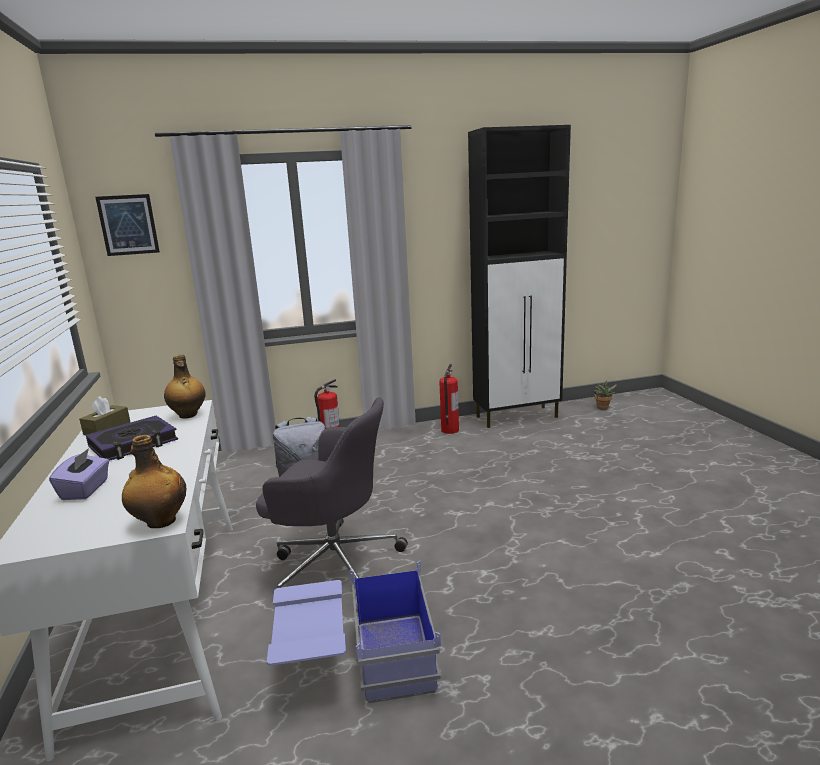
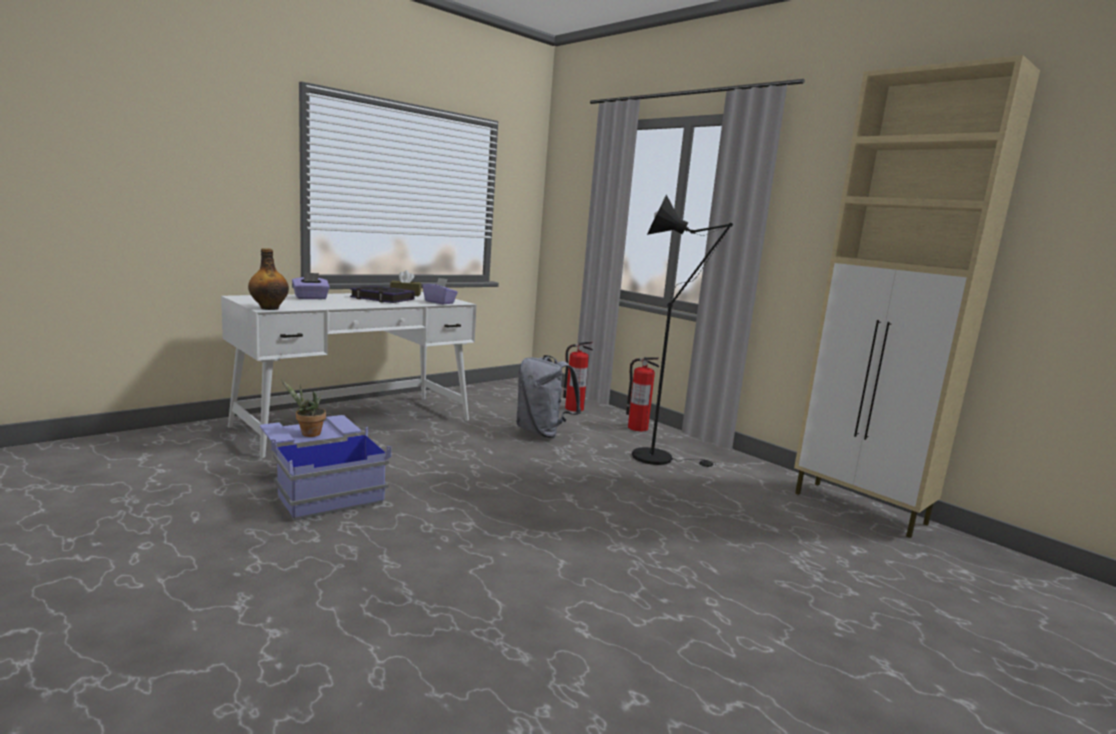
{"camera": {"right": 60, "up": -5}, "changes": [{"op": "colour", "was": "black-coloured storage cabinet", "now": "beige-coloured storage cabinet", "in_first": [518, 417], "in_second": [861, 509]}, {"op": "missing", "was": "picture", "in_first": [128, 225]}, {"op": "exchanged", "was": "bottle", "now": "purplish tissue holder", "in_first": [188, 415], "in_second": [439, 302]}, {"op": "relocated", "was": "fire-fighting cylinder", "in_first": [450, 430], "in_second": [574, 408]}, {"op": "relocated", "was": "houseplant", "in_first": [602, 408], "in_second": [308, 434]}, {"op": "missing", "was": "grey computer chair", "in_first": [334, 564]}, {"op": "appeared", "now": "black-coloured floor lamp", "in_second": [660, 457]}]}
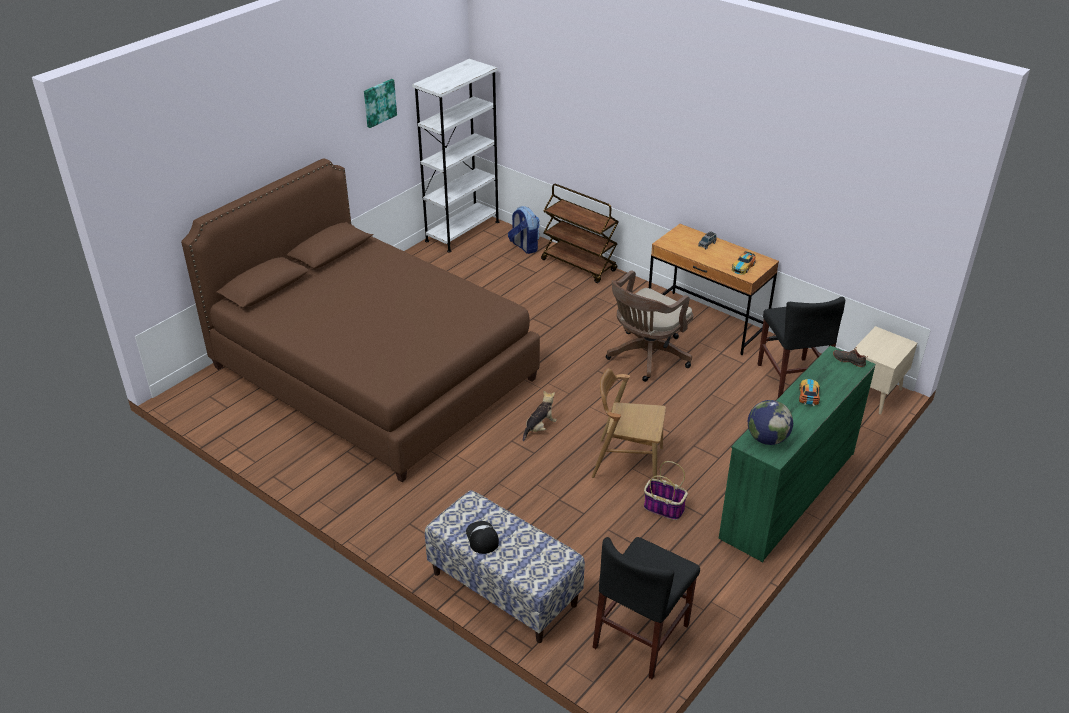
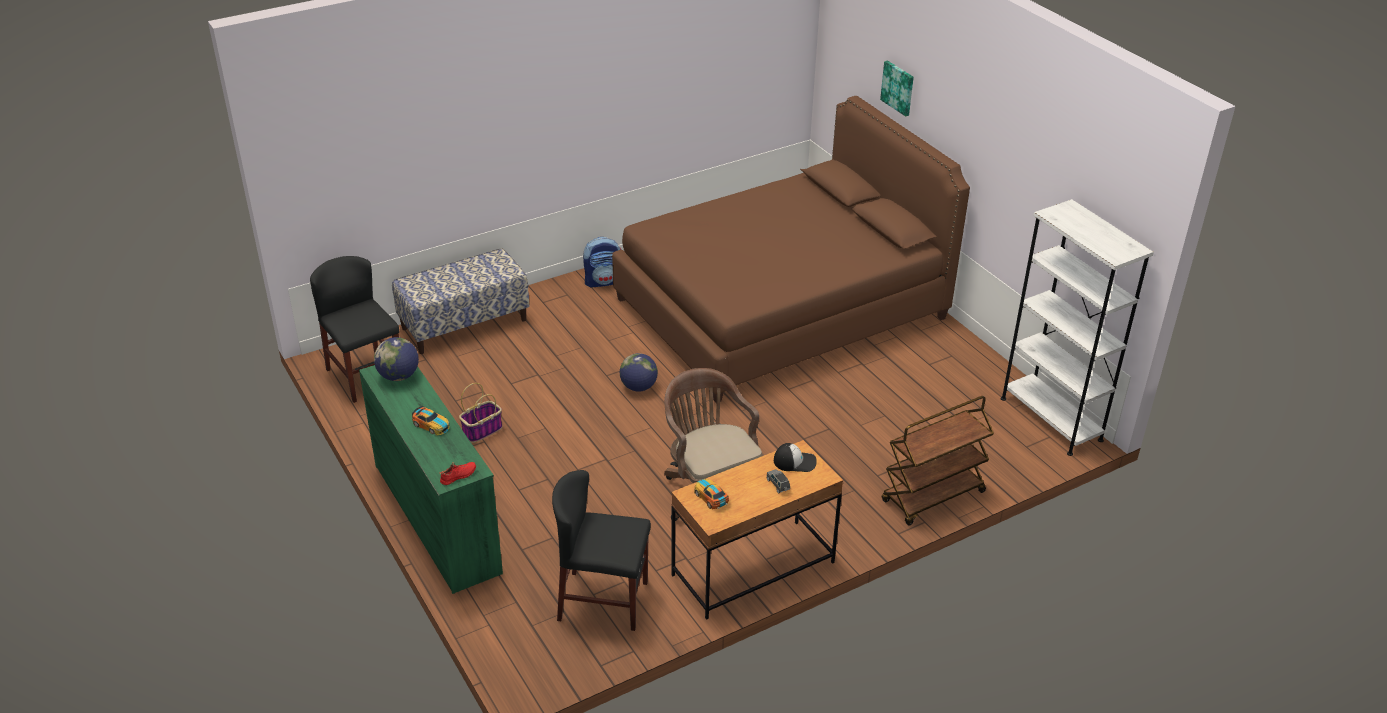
{"camera": {"right": 110, "up": 0}, "changes": [{"op": "relocated", "was": "picture", "in_first": [379, 102], "in_second": [898, 87]}, {"op": "relocated", "was": "backpack", "in_first": [524, 246], "in_second": [603, 281]}, {"op": "missing", "was": "beige-coloured night table", "in_first": [872, 394]}, {"op": "colour", "was": "black-coloured item of footwear", "now": "red-coloured item of footwear", "in_first": [849, 360], "in_second": [459, 476]}, {"op": "missing", "was": "brown upright chair", "in_first": [627, 462]}, {"op": "exchanged", "was": "plush toy", "now": "world globe", "in_first": [539, 428], "in_second": [638, 387]}, {"op": "relocated", "was": "cap", "in_first": [482, 538], "in_second": [795, 461]}]}
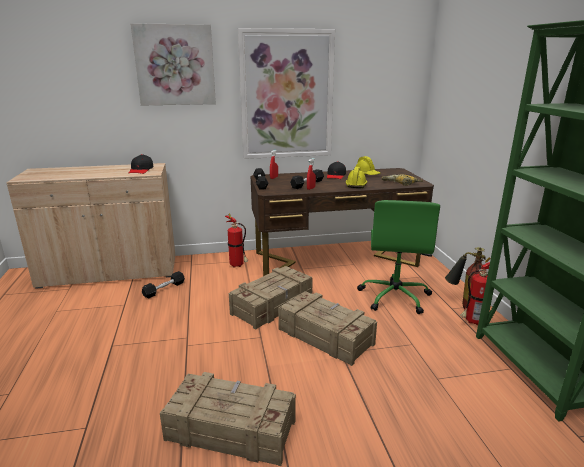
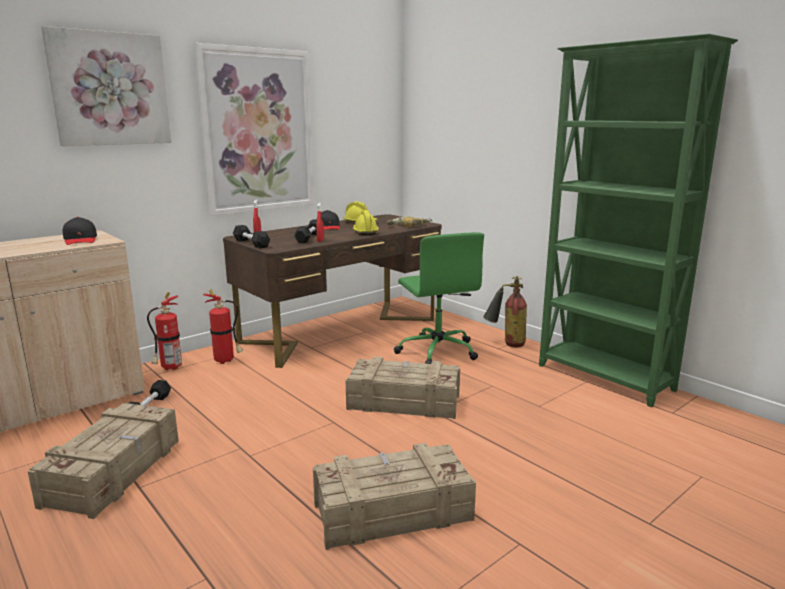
{"camera": {"right": -30, "up": -5}, "changes": [{"op": "relocated", "was": "fire-fighting cylinder", "in_first": [472, 322], "in_second": [169, 369]}, {"op": "relocated", "was": "crate", "in_first": [273, 305], "in_second": [115, 471]}]}
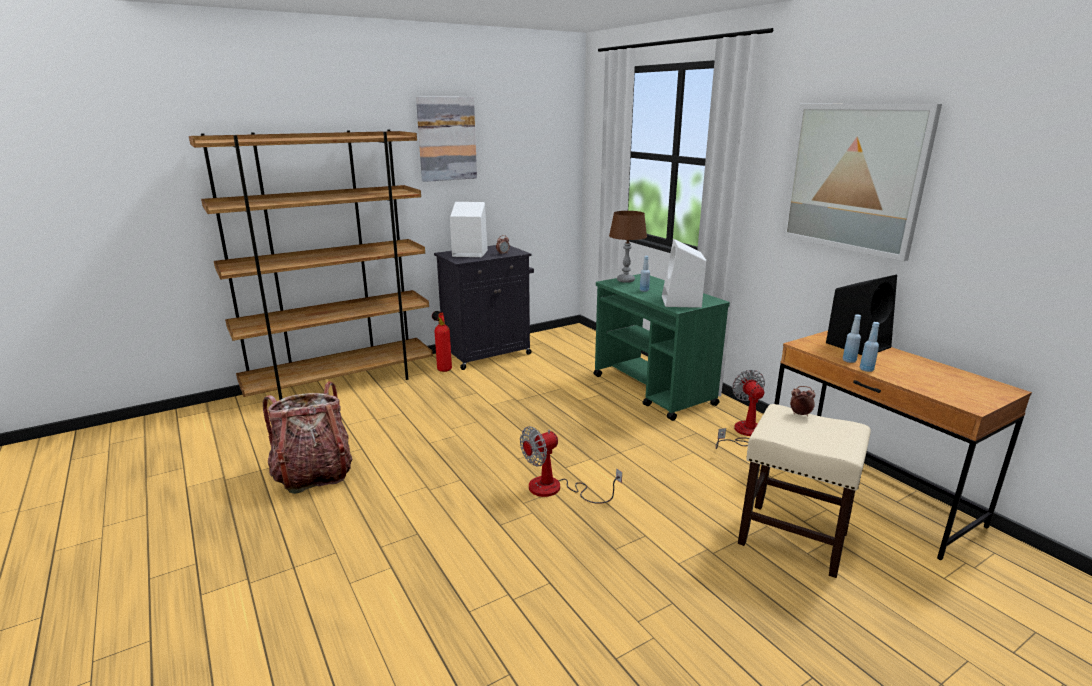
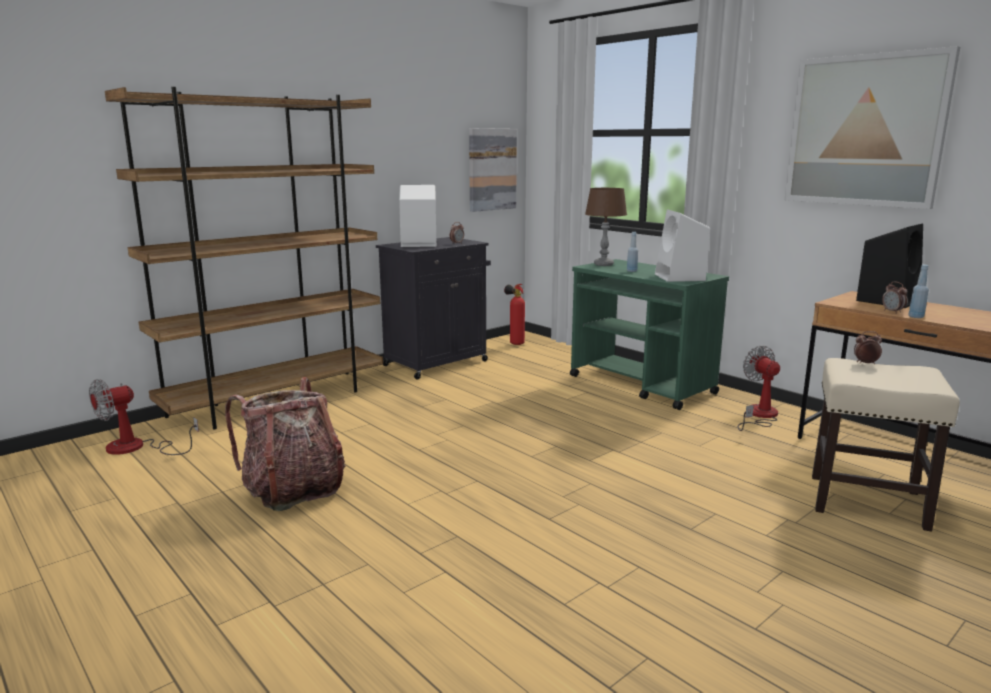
{"camera": {"right": -10, "up": -5}, "changes": [{"op": "relocated", "was": "picture", "in_first": [446, 139], "in_second": [491, 169]}, {"op": "relocated", "was": "fire-fighting cylinder", "in_first": [443, 369], "in_second": [514, 343]}, {"op": "exchanged", "was": "blue bottle", "now": "alarm clock", "in_first": [849, 361], "in_second": [892, 311]}, {"op": "relocated", "was": "fan", "in_first": [556, 489], "in_second": [137, 448]}]}
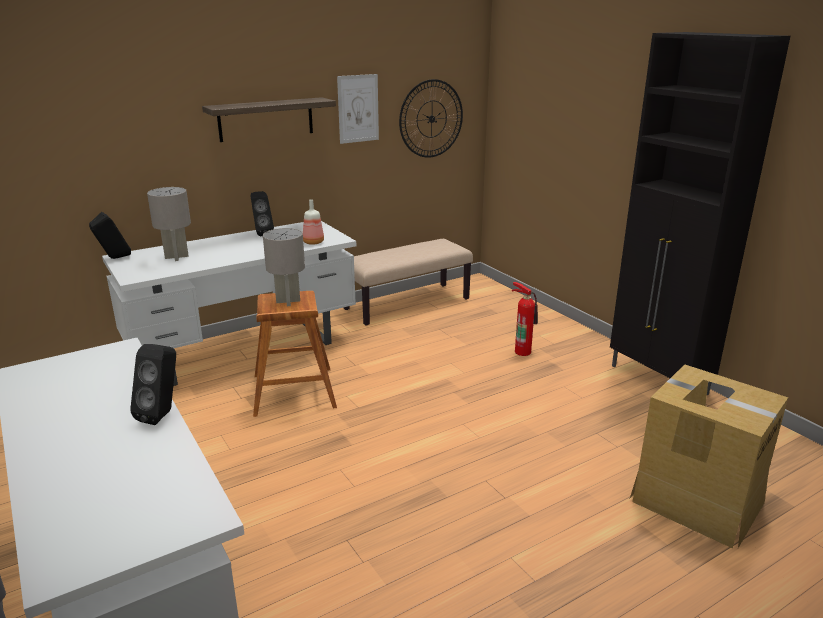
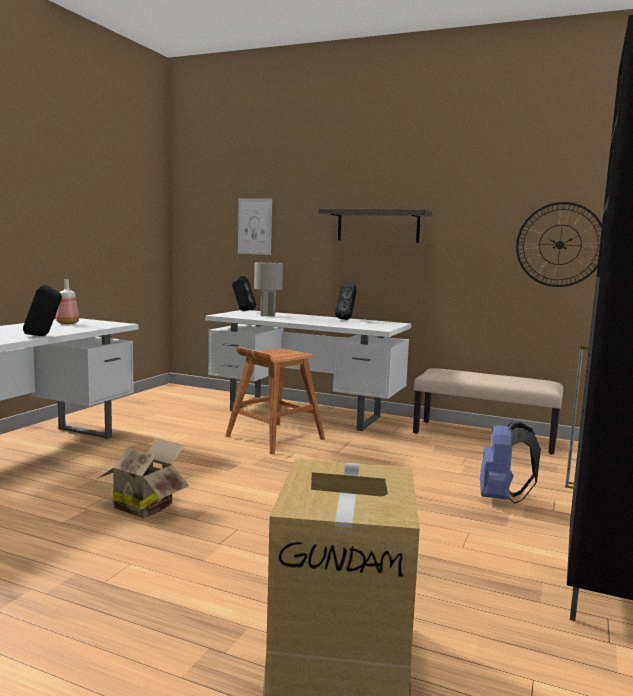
{"camera": {"right": 55, "up": -15}, "changes": [{"op": "relocated", "was": "picture", "in_first": [358, 108], "in_second": [255, 226]}, {"op": "relocated", "was": "bottle", "in_first": [313, 242], "in_second": [67, 323]}, {"op": "missing", "was": "grey lamp for a table", "in_first": [287, 301]}, {"op": "exchanged", "was": "fire-fighting cylinder", "now": "blue backpack", "in_first": [522, 351], "in_second": [501, 498]}, {"op": "appeared", "now": "packing box", "in_second": [145, 506]}]}
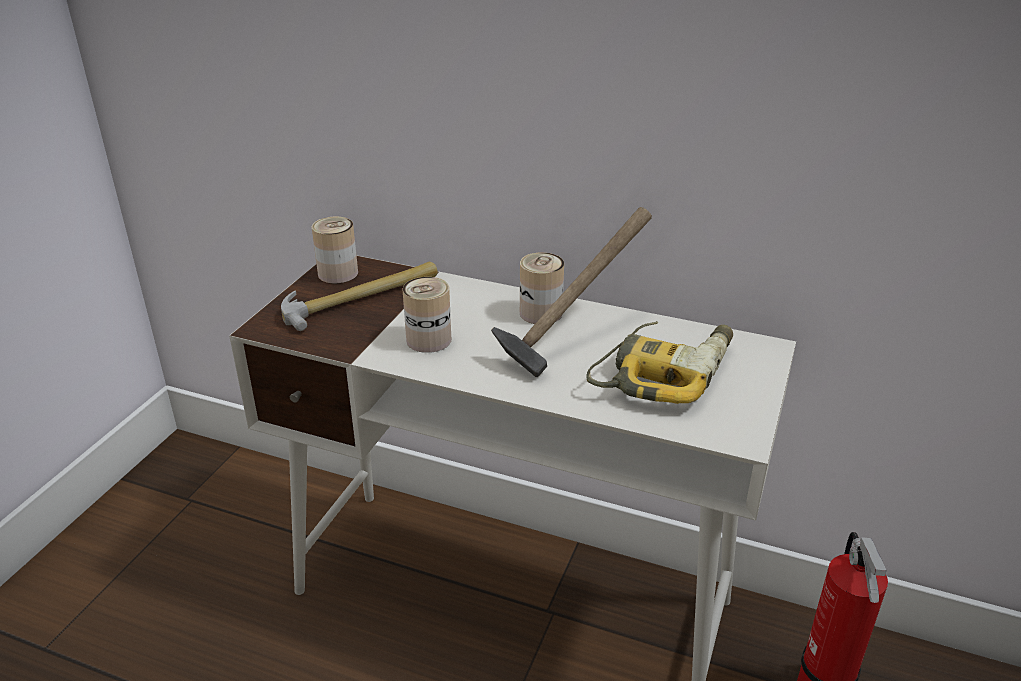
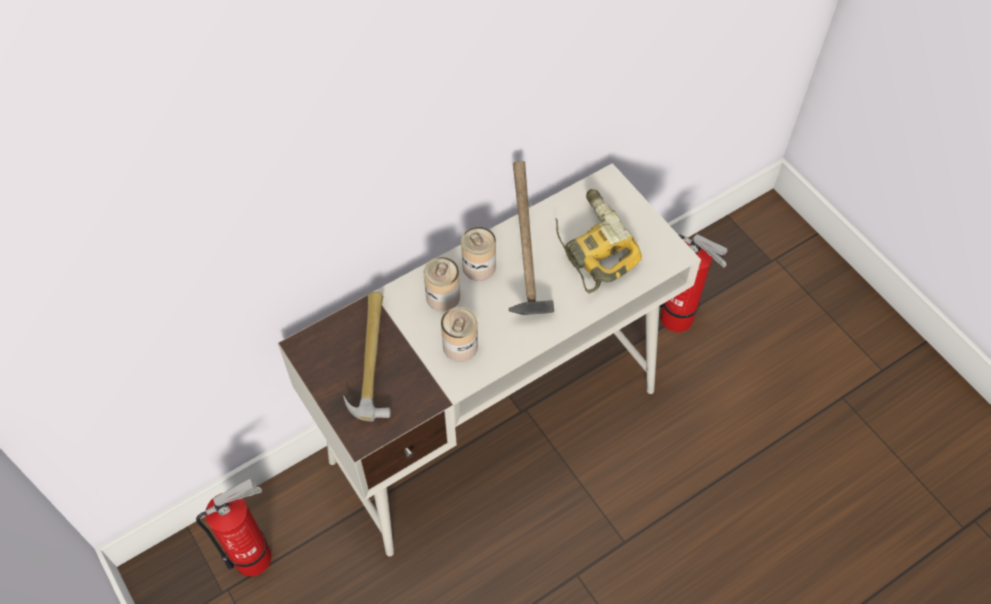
{"camera": {"right": -55, "up": 25}, "changes": [{"op": "relocated", "was": "can", "in_first": [338, 273], "in_second": [443, 296]}, {"op": "appeared", "now": "fire-fighting cylinder", "in_second": [257, 555]}]}
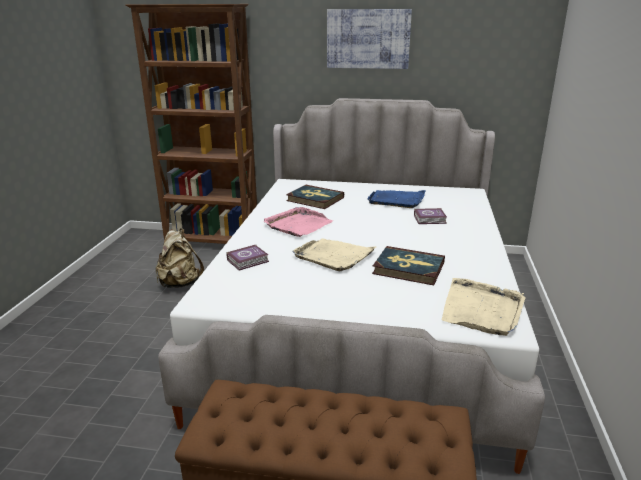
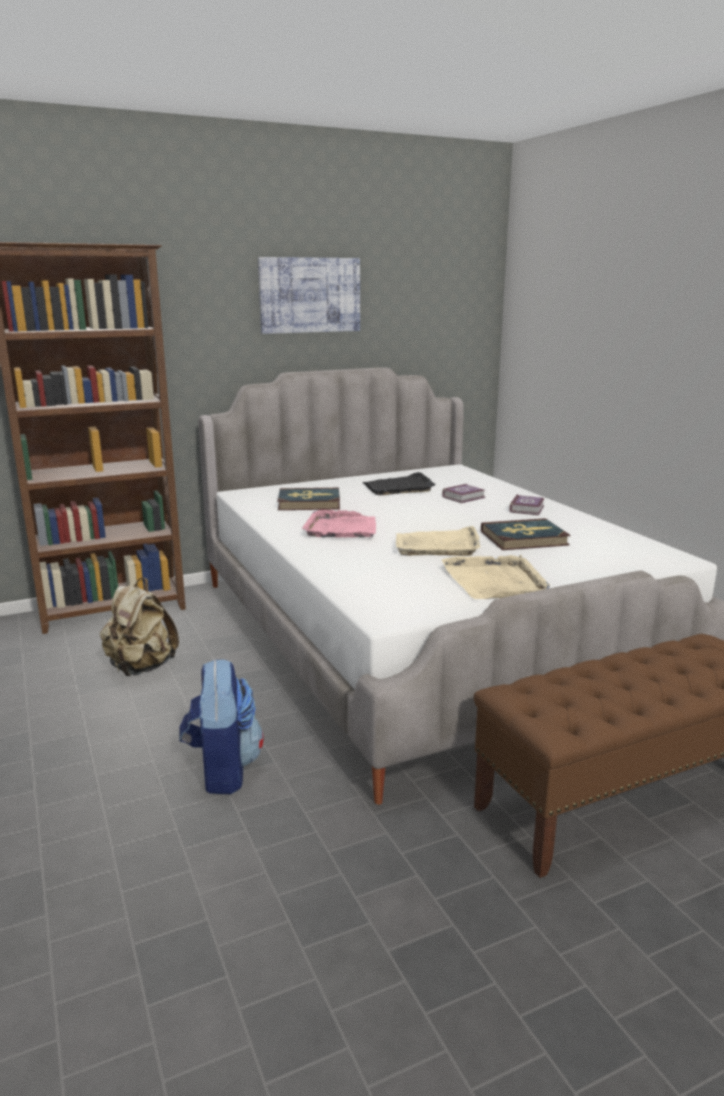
{"camera": {"right": -35, "up": -5}, "changes": [{"op": "colour", "was": "blue carrying tray", "now": "black-coloured carrying tray", "in_first": [397, 200], "in_second": [399, 487]}, {"op": "relocated", "was": "volume", "in_first": [249, 261], "in_second": [527, 509]}, {"op": "relocated", "was": "beige-coloured carrying tray", "in_first": [481, 310], "in_second": [495, 581]}, {"op": "appeared", "now": "backpack", "in_second": [222, 770]}]}
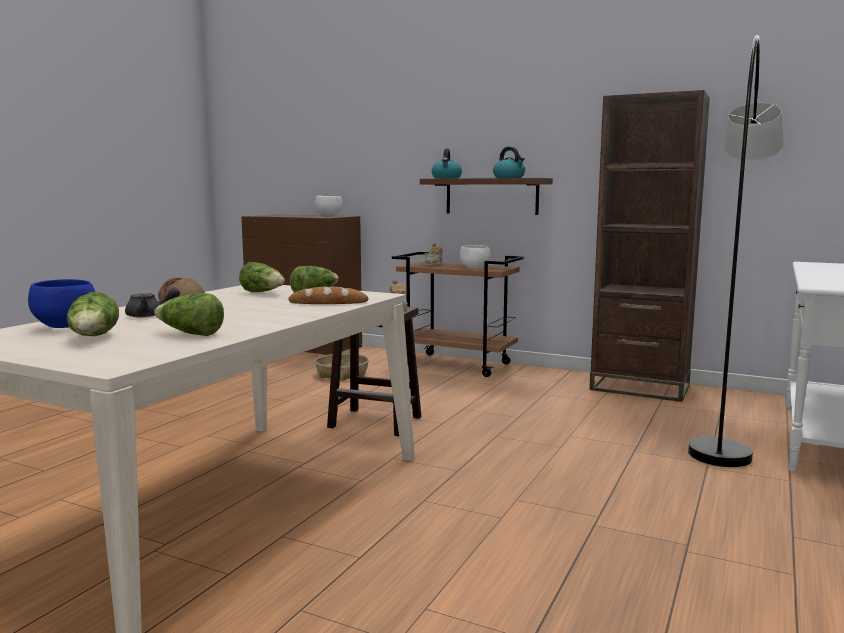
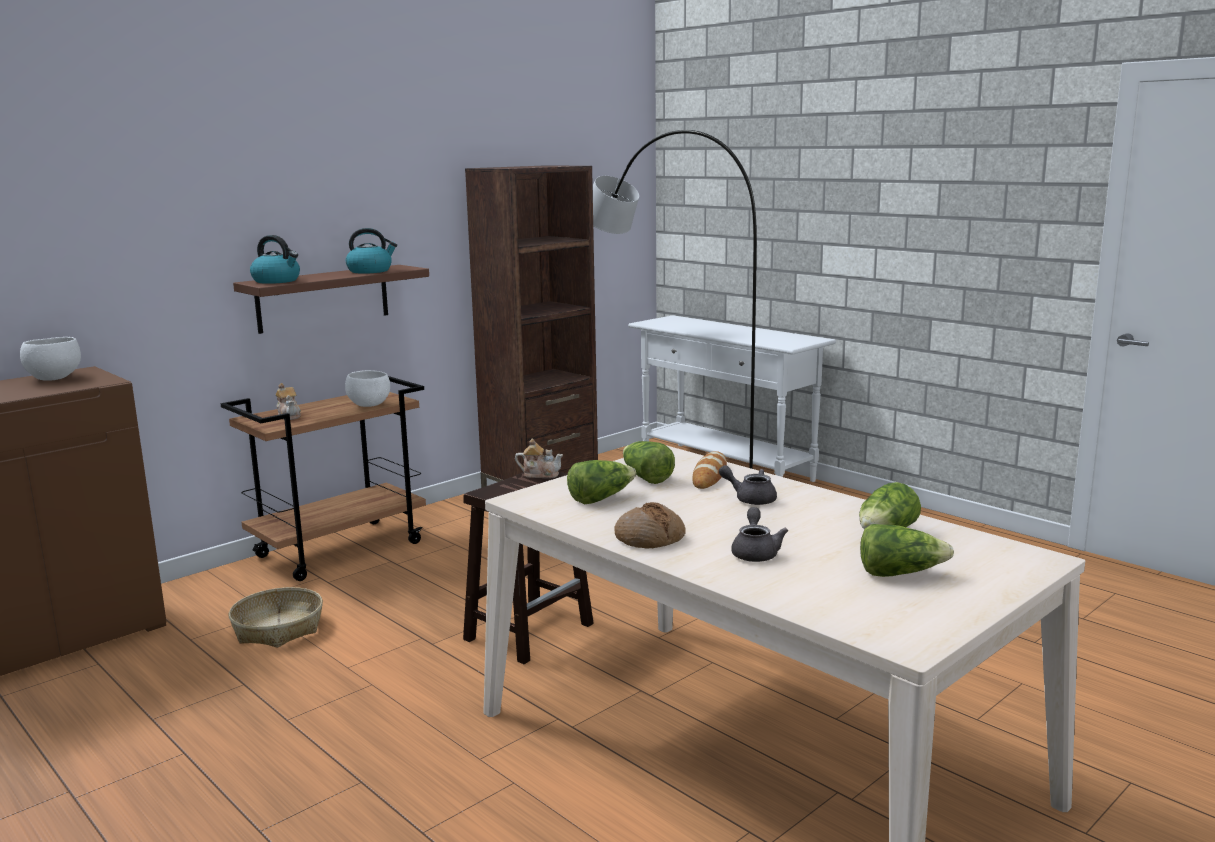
{"camera": {"right": -70, "up": 5}, "changes": [{"op": "missing", "was": "blue serving bowl", "in_first": [67, 326]}, {"op": "appeared", "now": "grey teapot", "in_second": [750, 499]}]}
